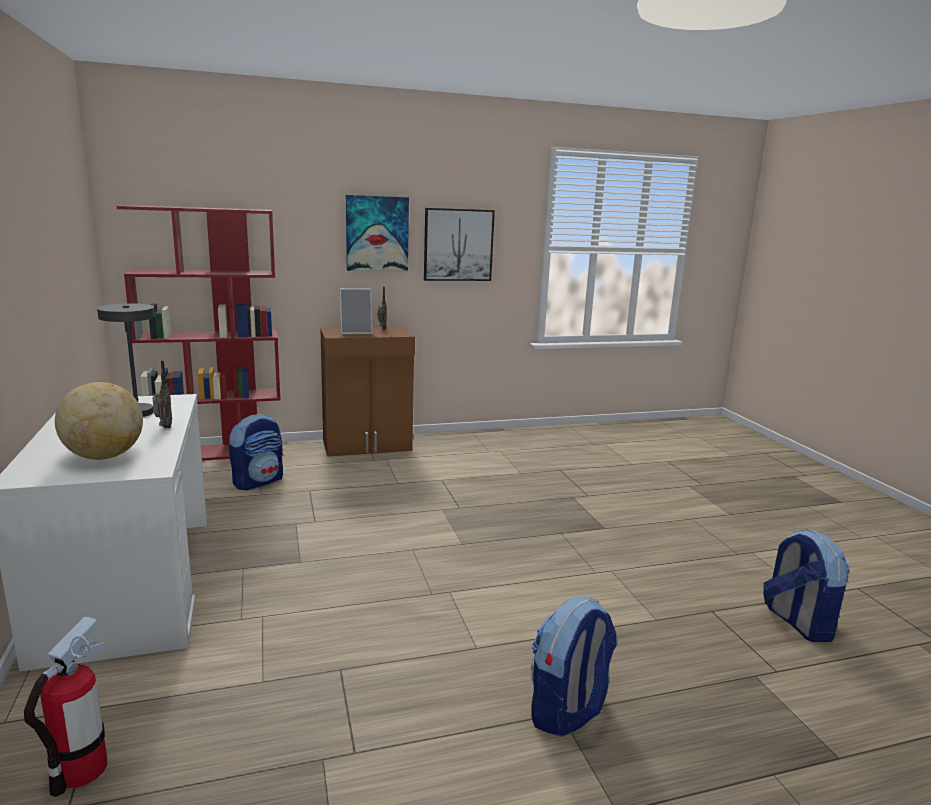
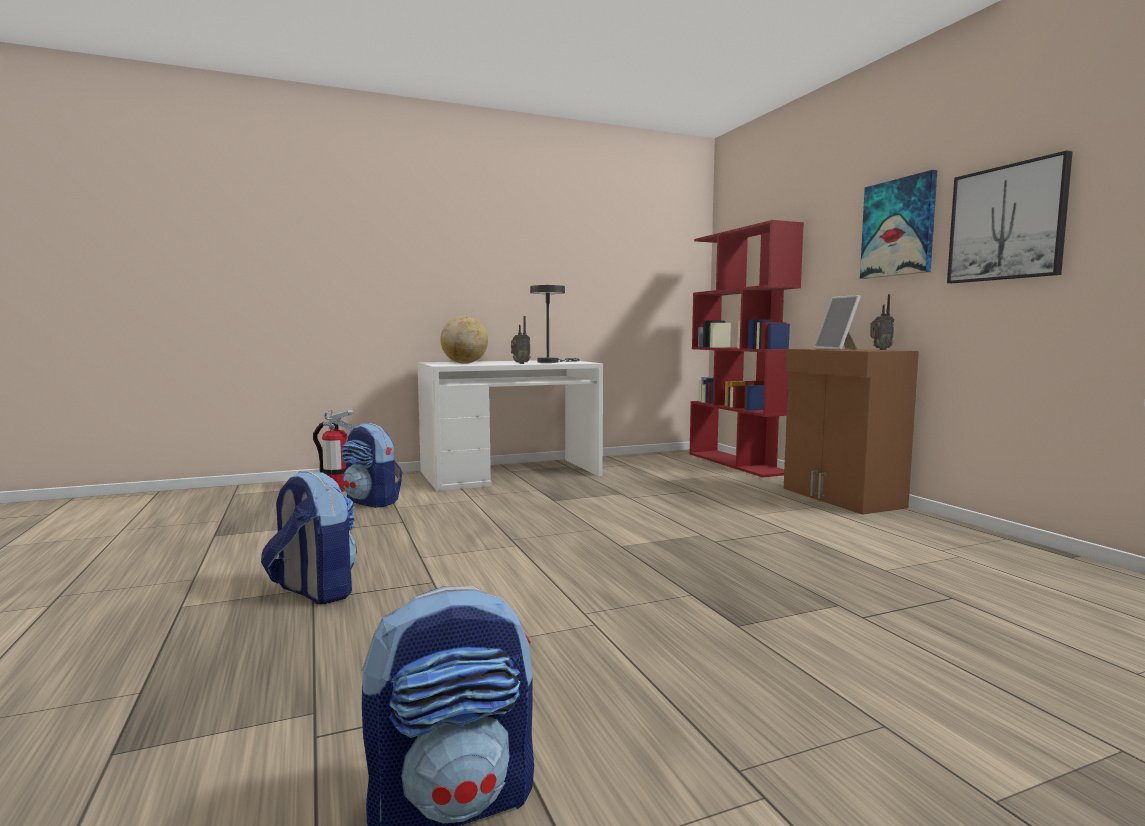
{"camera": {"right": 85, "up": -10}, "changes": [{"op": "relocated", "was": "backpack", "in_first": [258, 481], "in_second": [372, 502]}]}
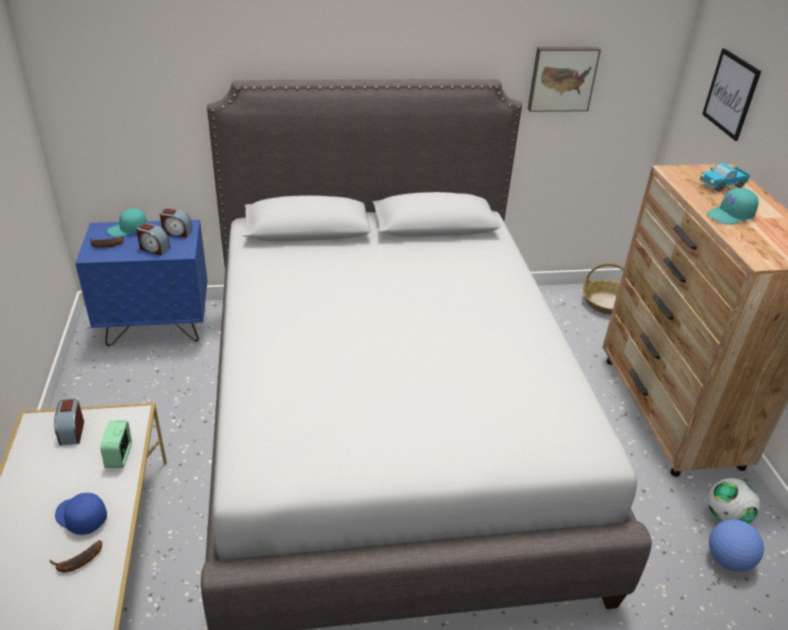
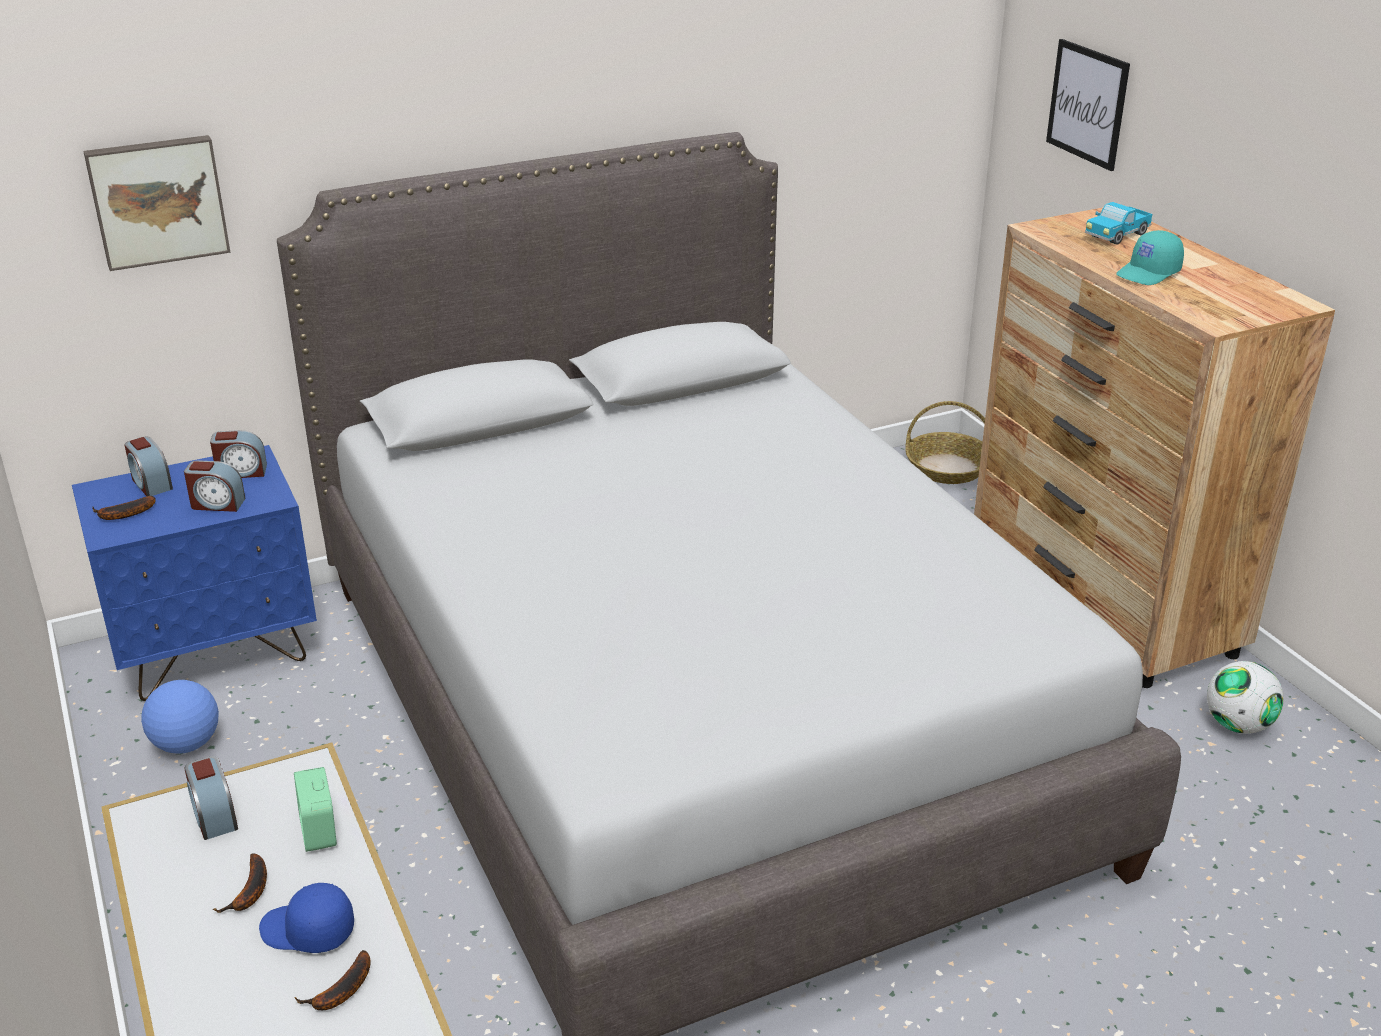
{"camera": {"right": -15, "up": -5}, "changes": [{"op": "relocated", "was": "picture", "in_first": [562, 78], "in_second": [158, 201]}, {"op": "exchanged", "was": "blue-green cap", "now": "alarm clock", "in_first": [128, 230], "in_second": [151, 483]}, {"op": "relocated", "was": "football ball", "in_first": [728, 560], "in_second": [186, 744]}, {"op": "appeared", "now": "banana fruit", "in_second": [250, 892]}]}
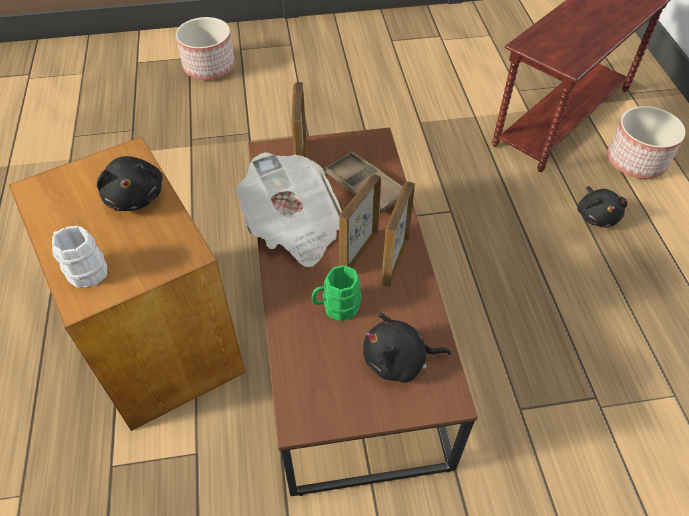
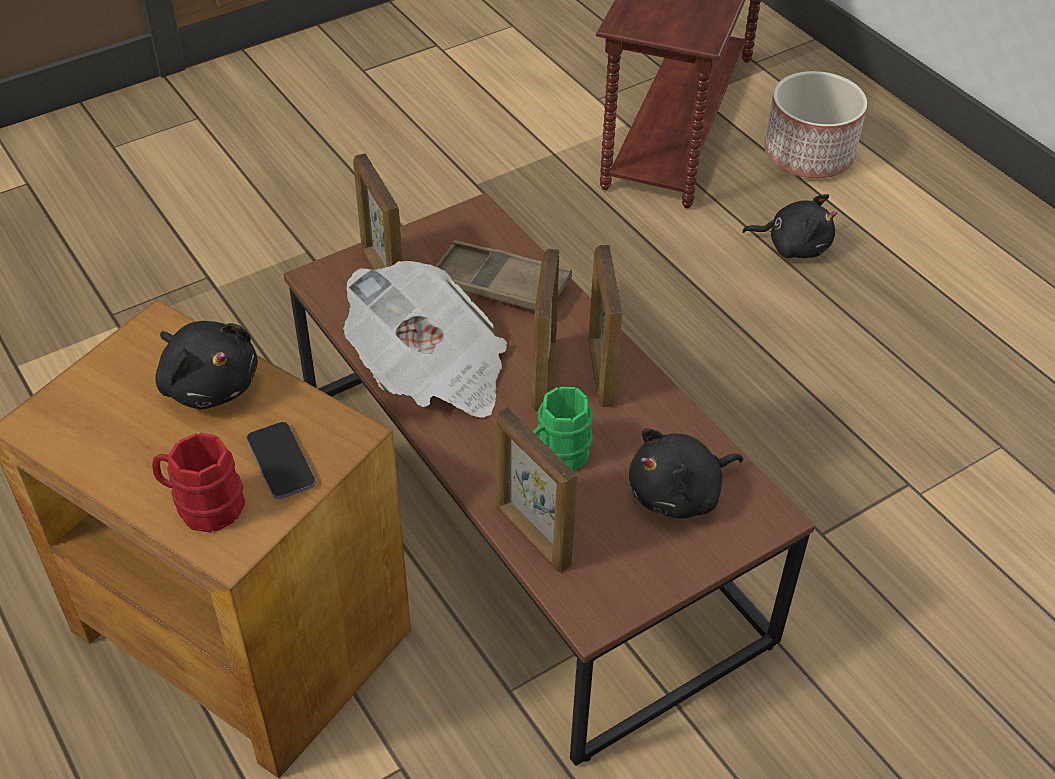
{"camera": {"right": -25, "up": -5}, "changes": [{"op": "missing", "was": "flower pot", "in_first": [210, 66]}, {"op": "spun", "was": "black-coloured plush toy", "in_first": [596, 215], "in_second": [793, 246], "clockwise": -45}, {"op": "colour", "was": "white mug", "now": "red-coloured mug", "in_first": [83, 269], "in_second": [202, 505]}, {"op": "appeared", "now": "picture frame", "in_second": [531, 536]}, {"op": "appeared", "now": "handset", "in_second": [281, 463]}]}
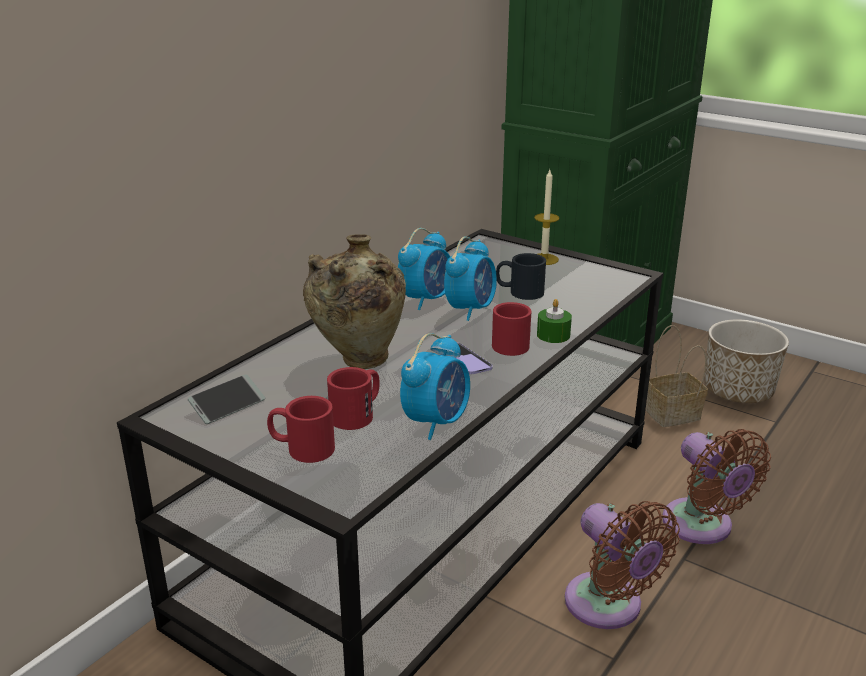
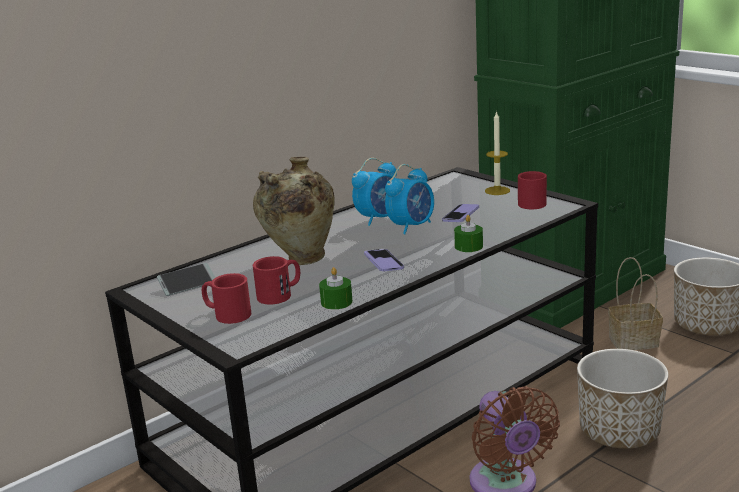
{"camera": {"right": 15, "up": -5}, "changes": [{"op": "exchanged", "was": "black-coloured mug", "now": "handset", "in_first": [519, 292], "in_second": [460, 215]}, {"op": "relocated", "was": "red-coloured mug", "in_first": [508, 342], "in_second": [531, 202]}, {"op": "exchanged", "was": "alarm clock", "now": "green wax candle", "in_first": [436, 422], "in_second": [336, 302]}, {"op": "exchanged", "was": "brown fan", "now": "flower pot", "in_first": [702, 527], "in_second": [619, 432]}]}
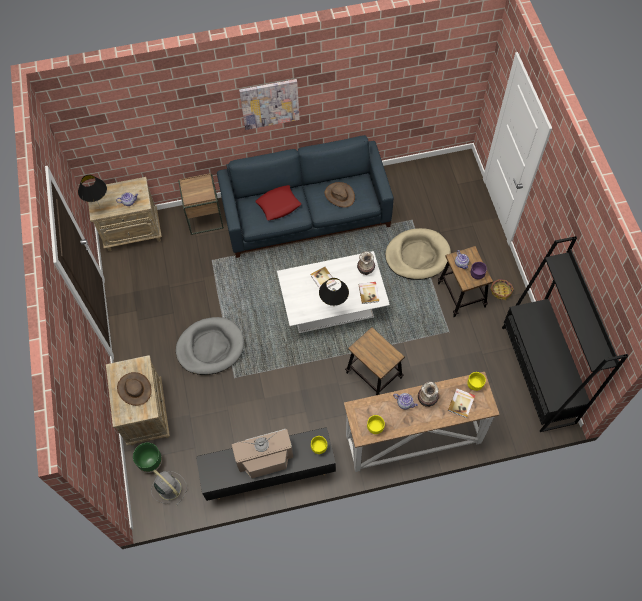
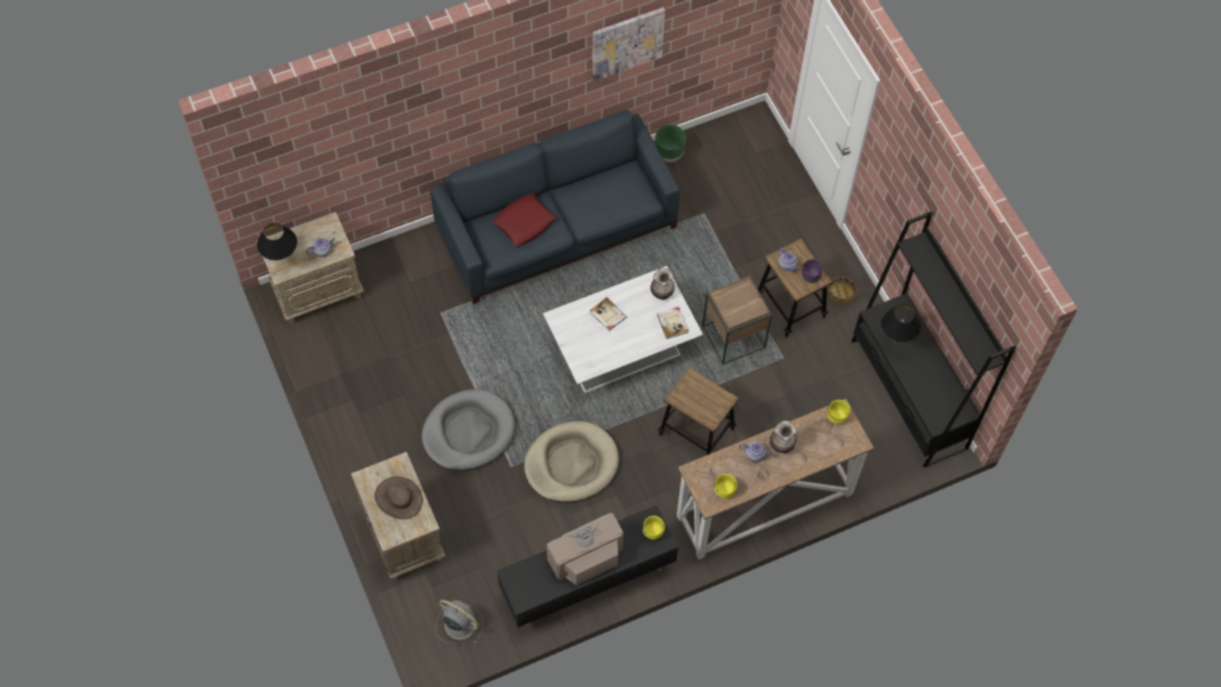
{"camera": {"right": -15, "up": 0}, "changes": [{"op": "relocated", "was": "picture", "in_first": [270, 103], "in_second": [627, 43]}, {"op": "relocated", "was": "brown side table", "in_first": [204, 218], "in_second": [733, 337]}, {"op": "missing", "was": "brown clothing hat", "in_first": [339, 195]}, {"op": "relocated", "was": "beige-coloured dog bed", "in_first": [417, 256], "in_second": [571, 464]}, {"op": "relocated", "was": "black-coloured lamp for a table", "in_first": [333, 306], "in_second": [894, 344]}, {"op": "missing", "was": "volume", "in_first": [461, 403]}, {"op": "relocated", "was": "green flower pot", "in_first": [151, 462], "in_second": [669, 154]}]}
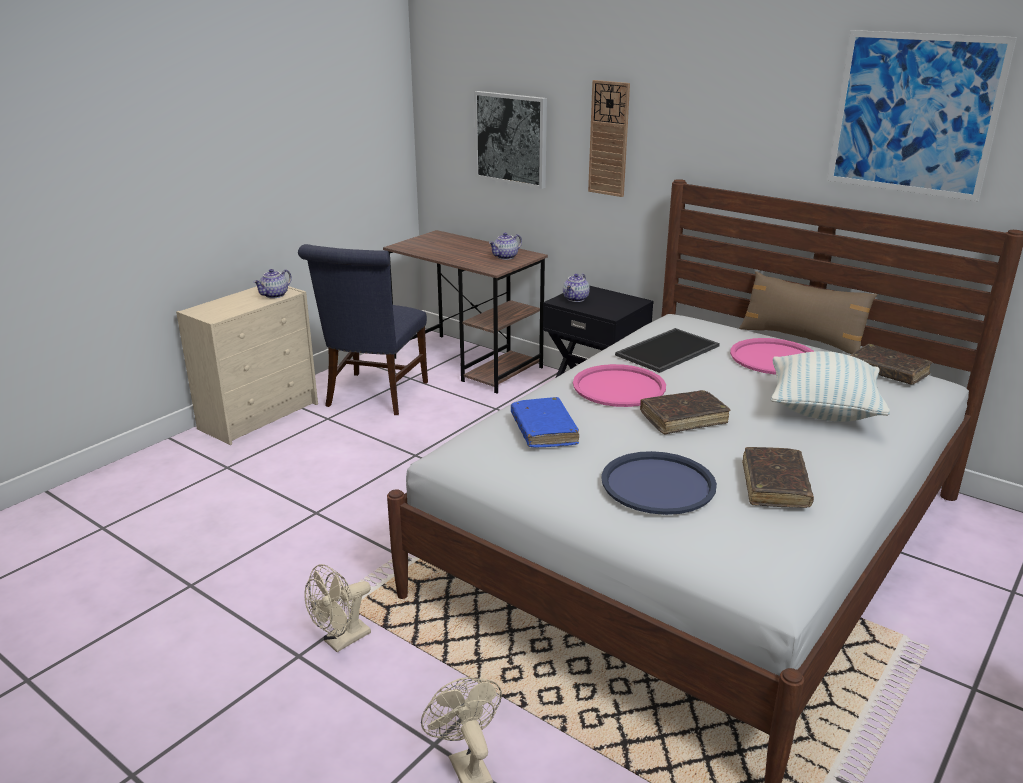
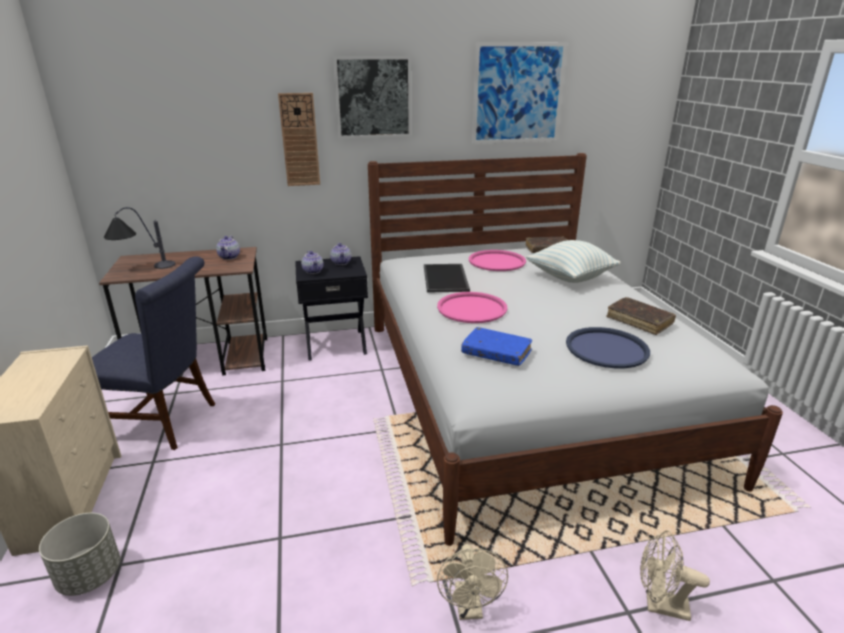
{"camera": {"right": -50, "up": 0}, "changes": [{"op": "relocated", "was": "picture", "in_first": [511, 138], "in_second": [373, 97]}, {"op": "spun", "was": "blue upright chair", "in_first": [374, 396], "in_second": [167, 422], "clockwise": -45}, {"op": "relocated", "was": "teapot", "in_first": [275, 295], "in_second": [341, 263]}, {"op": "missing", "was": "brown pillow", "in_first": [801, 339]}, {"op": "missing", "was": "brown volume", "in_first": [683, 419]}, {"op": "appeared", "now": "lamp for a table", "in_second": [142, 268]}, {"op": "appeared", "now": "grey flower pot", "in_second": [90, 576]}]}
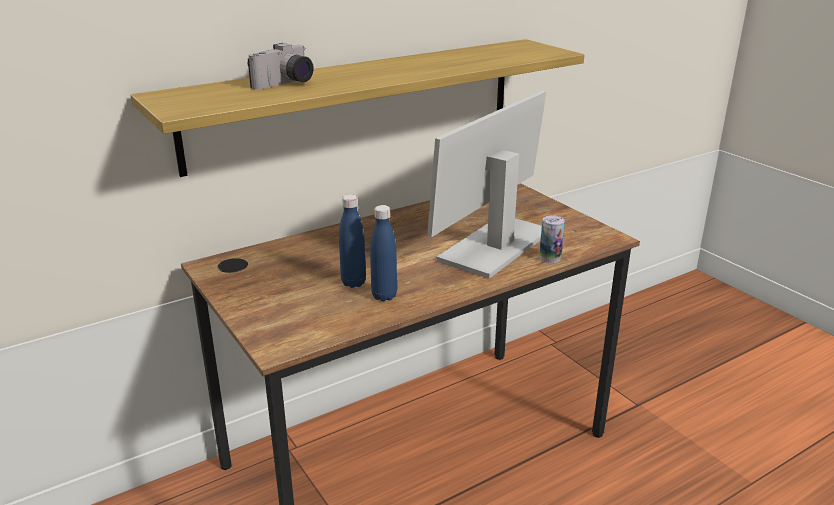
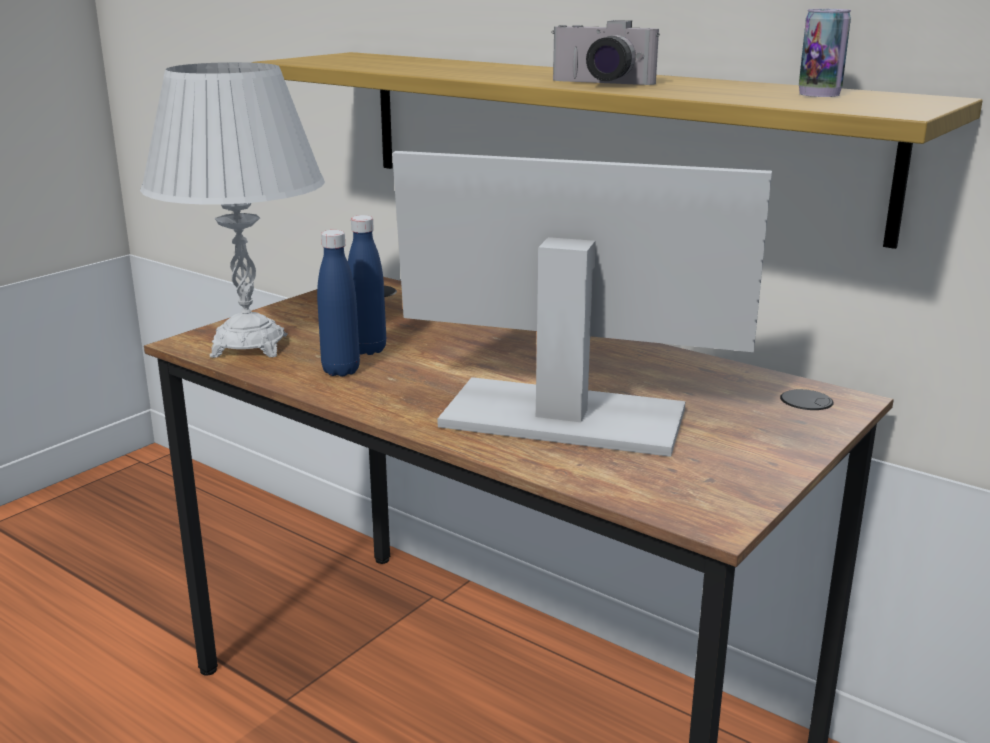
{"camera": {"right": 70, "up": -5}, "changes": [{"op": "relocated", "was": "photo camera", "in_first": [286, 84], "in_second": [599, 83]}, {"op": "relocated", "was": "can", "in_first": [550, 258], "in_second": [819, 94]}, {"op": "appeared", "now": "white lamp for a table", "in_second": [249, 346]}]}
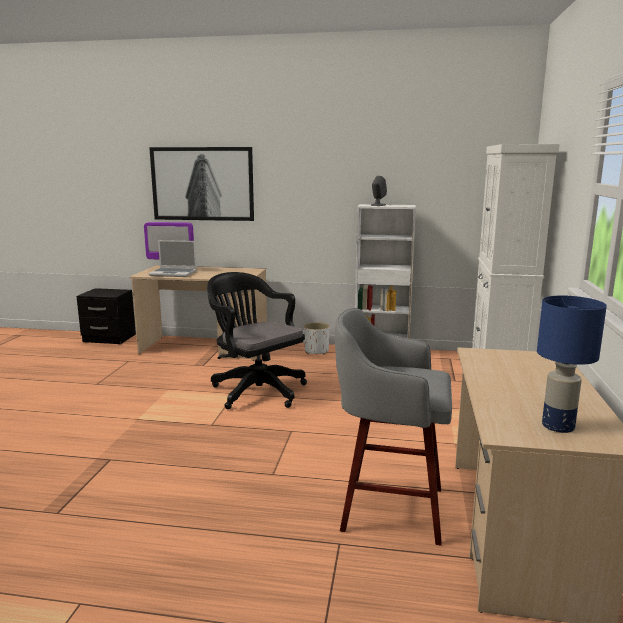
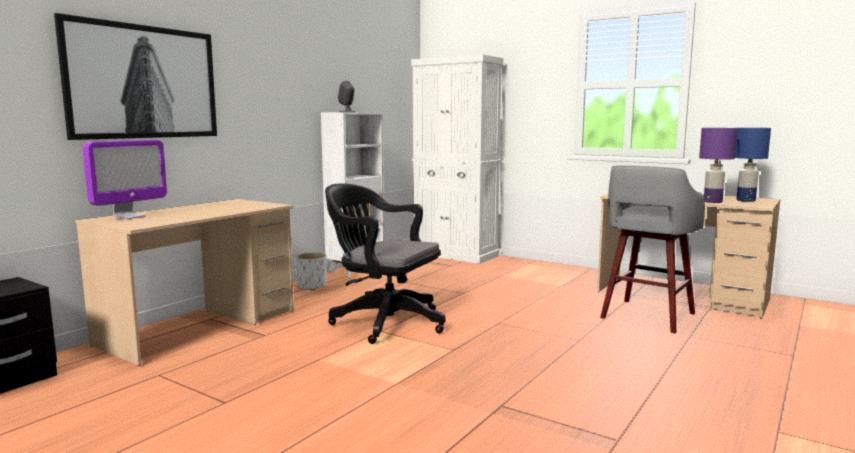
{"camera": {"right": -65, "up": -5}, "changes": [{"op": "missing", "was": "notebook computer", "in_first": [174, 273]}, {"op": "spun", "was": "black-coloured computer chair", "in_first": [255, 390], "in_second": [383, 322], "clockwise": 45}, {"op": "appeared", "now": "purplish lamp for a table", "in_second": [713, 202]}]}
